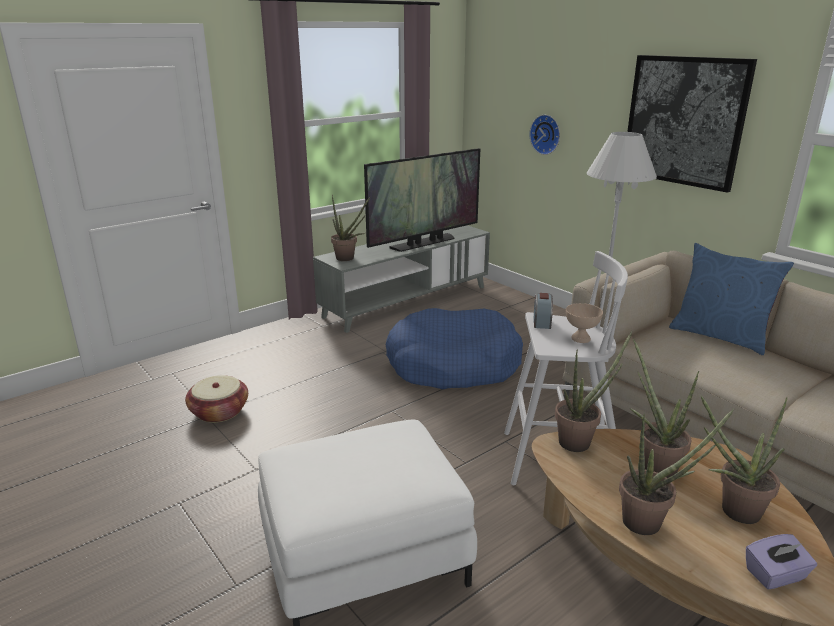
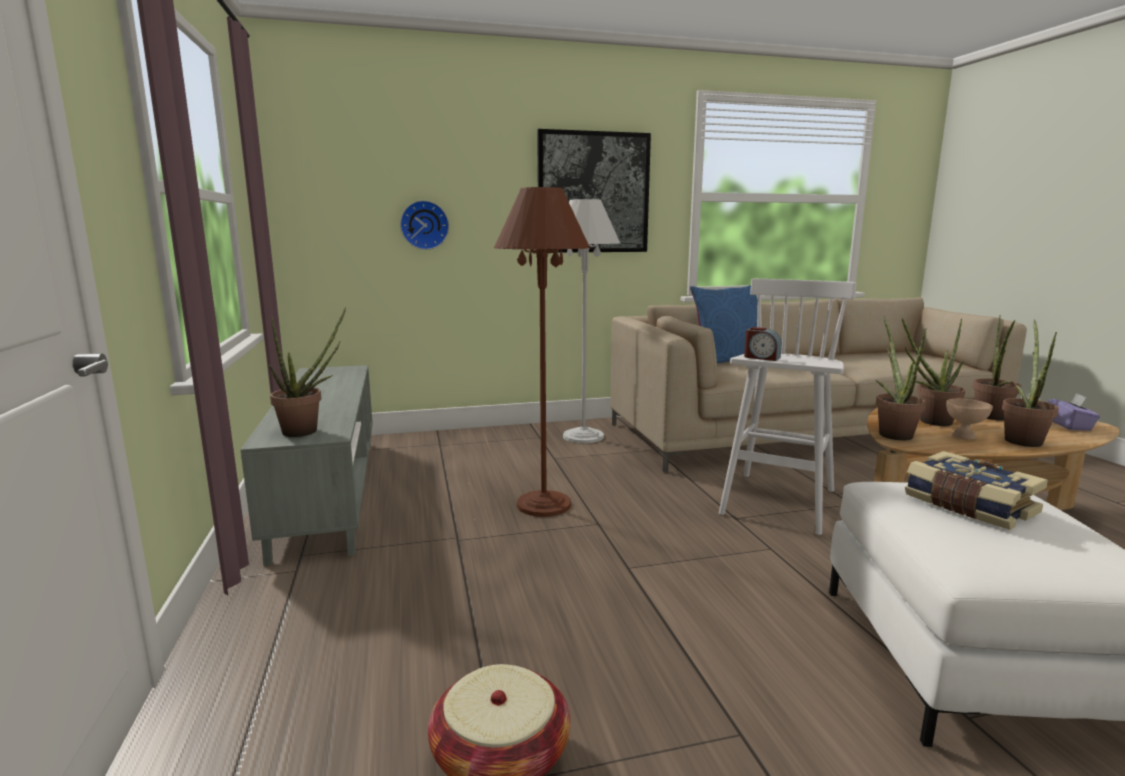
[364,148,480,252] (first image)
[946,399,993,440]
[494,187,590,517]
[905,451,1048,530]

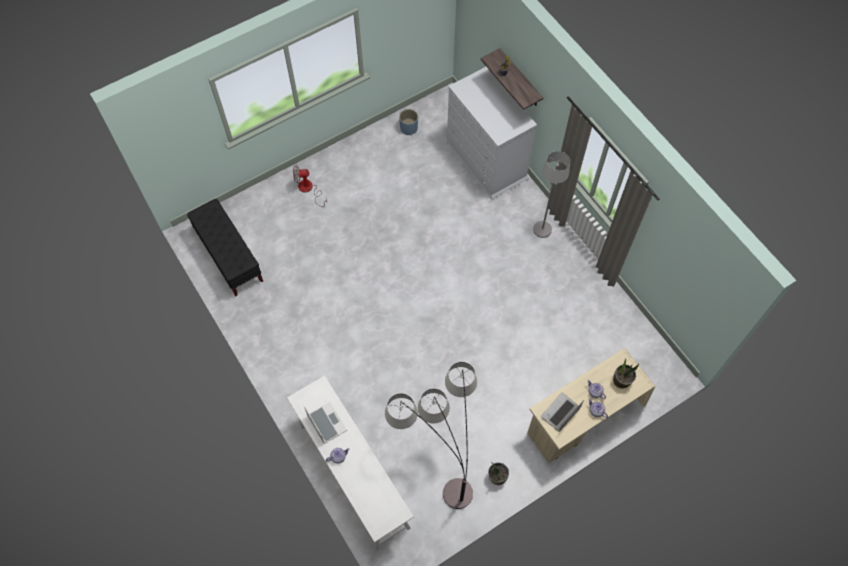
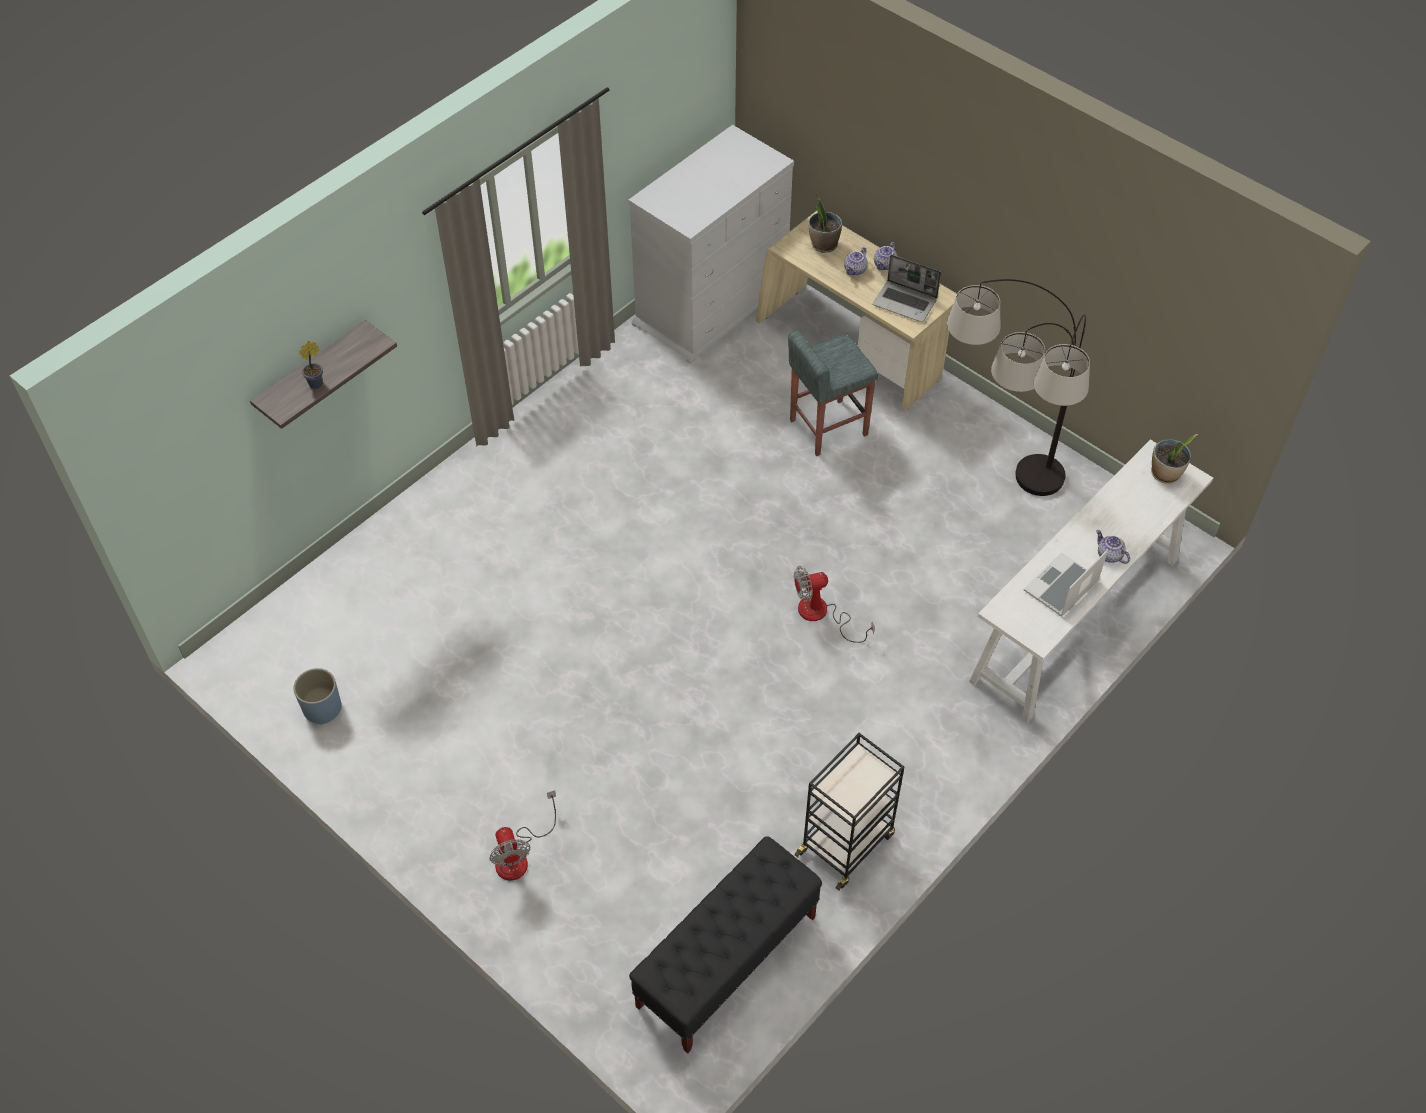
[628,125,794,364]
[533,151,570,238] (first image)
[1151,434,1198,484]
[788,330,878,456]
[794,566,875,643]
[794,733,904,891]

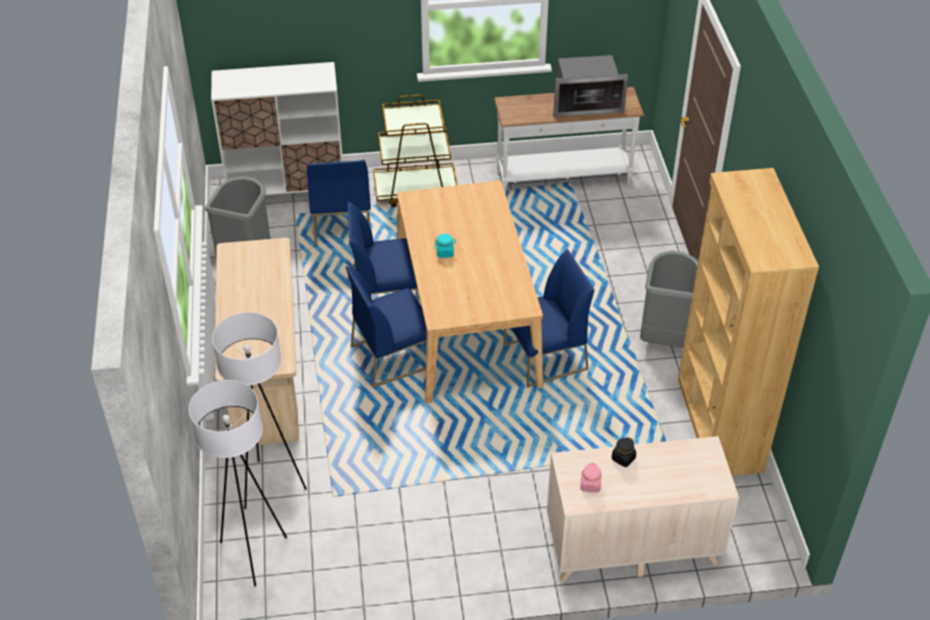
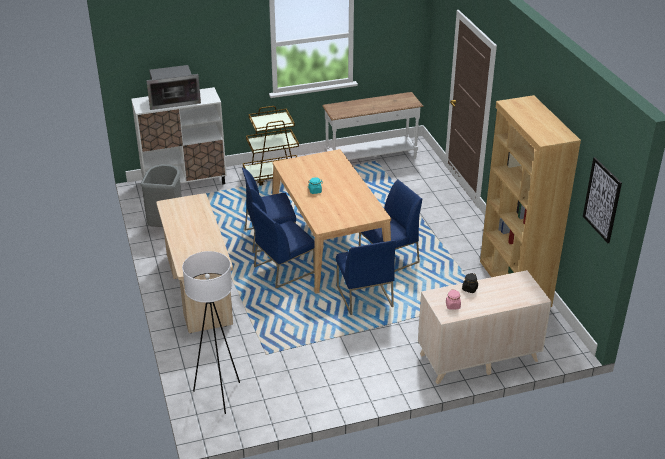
[146,65,201,110]
[336,240,396,315]
[640,251,698,348] (first image)
[212,312,307,509] (first image)
[583,157,622,243]

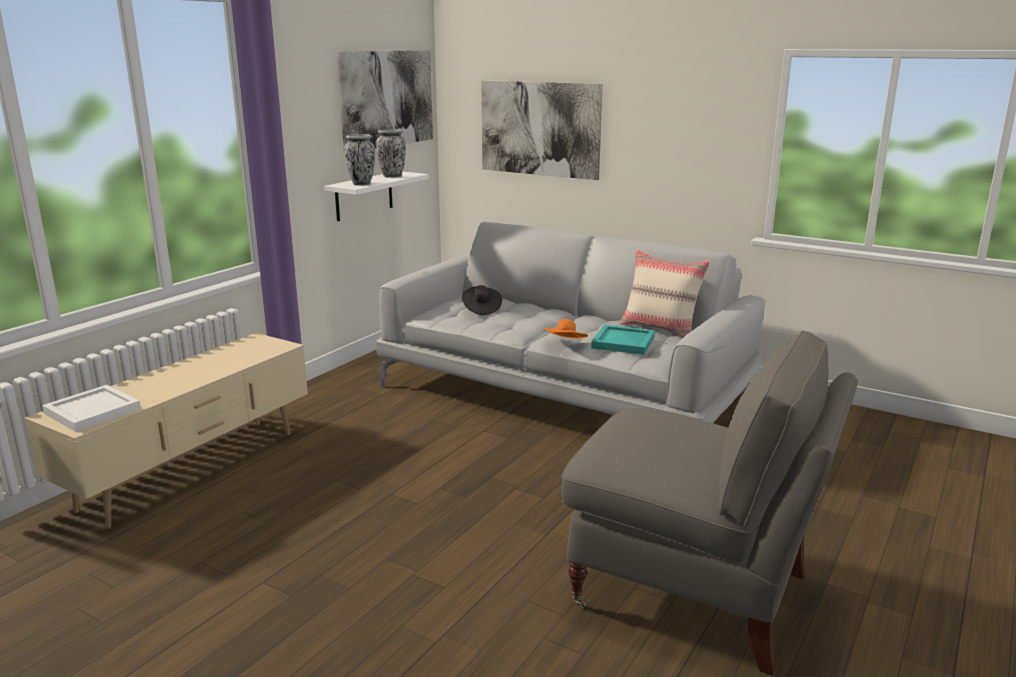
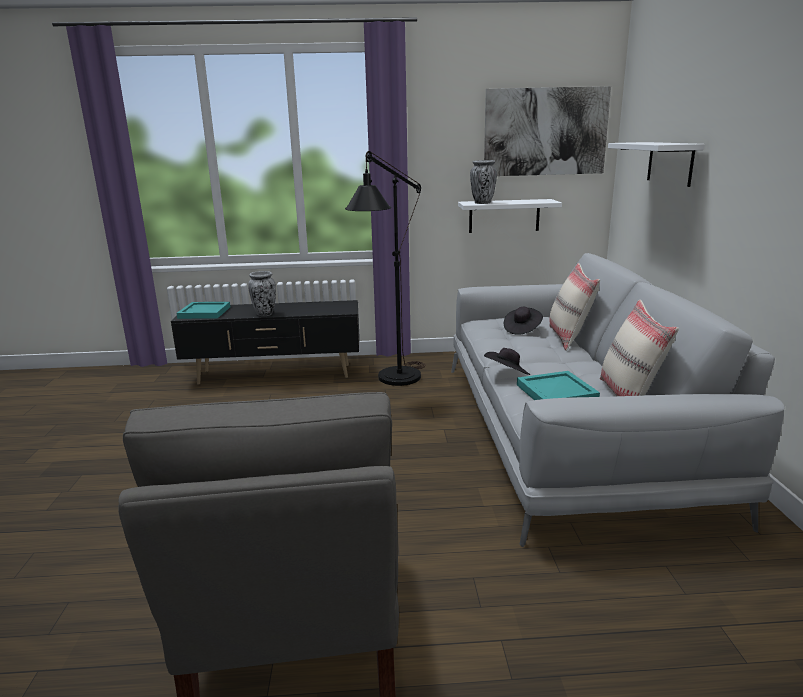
[608,142,704,187]
[248,271,276,316]
[484,348,530,375]
[171,300,359,385]
[177,302,230,319]
[345,151,425,386]
[549,263,600,351]

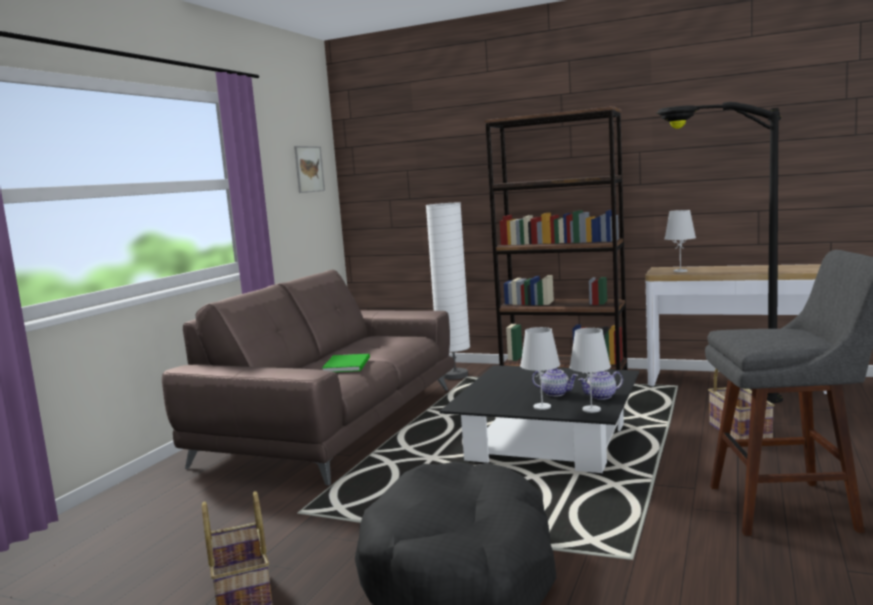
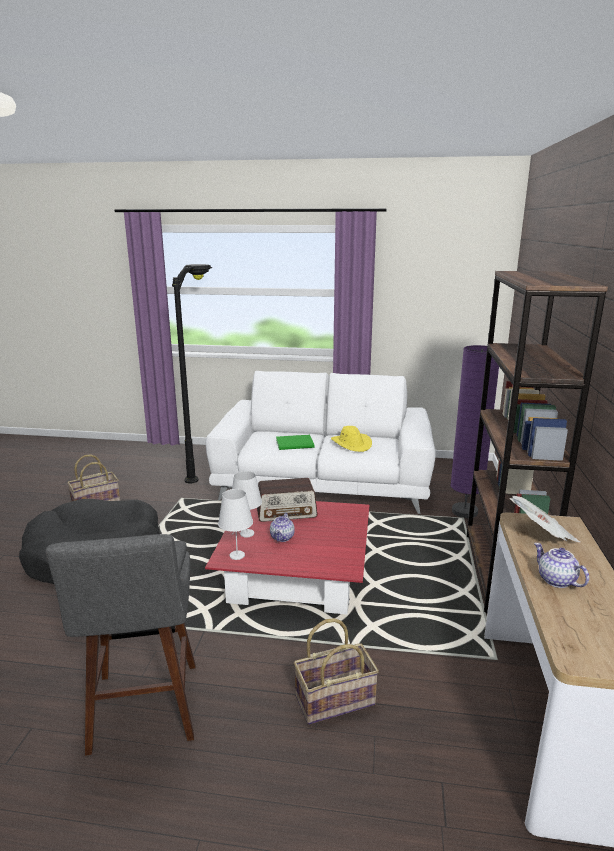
[172,264,212,483]
[294,146,325,193] (first image)
[450,345,499,518]
[509,496,581,542]
[205,371,435,514]
[205,501,369,614]
[534,543,589,588]
[331,426,372,452]
[257,478,317,522]

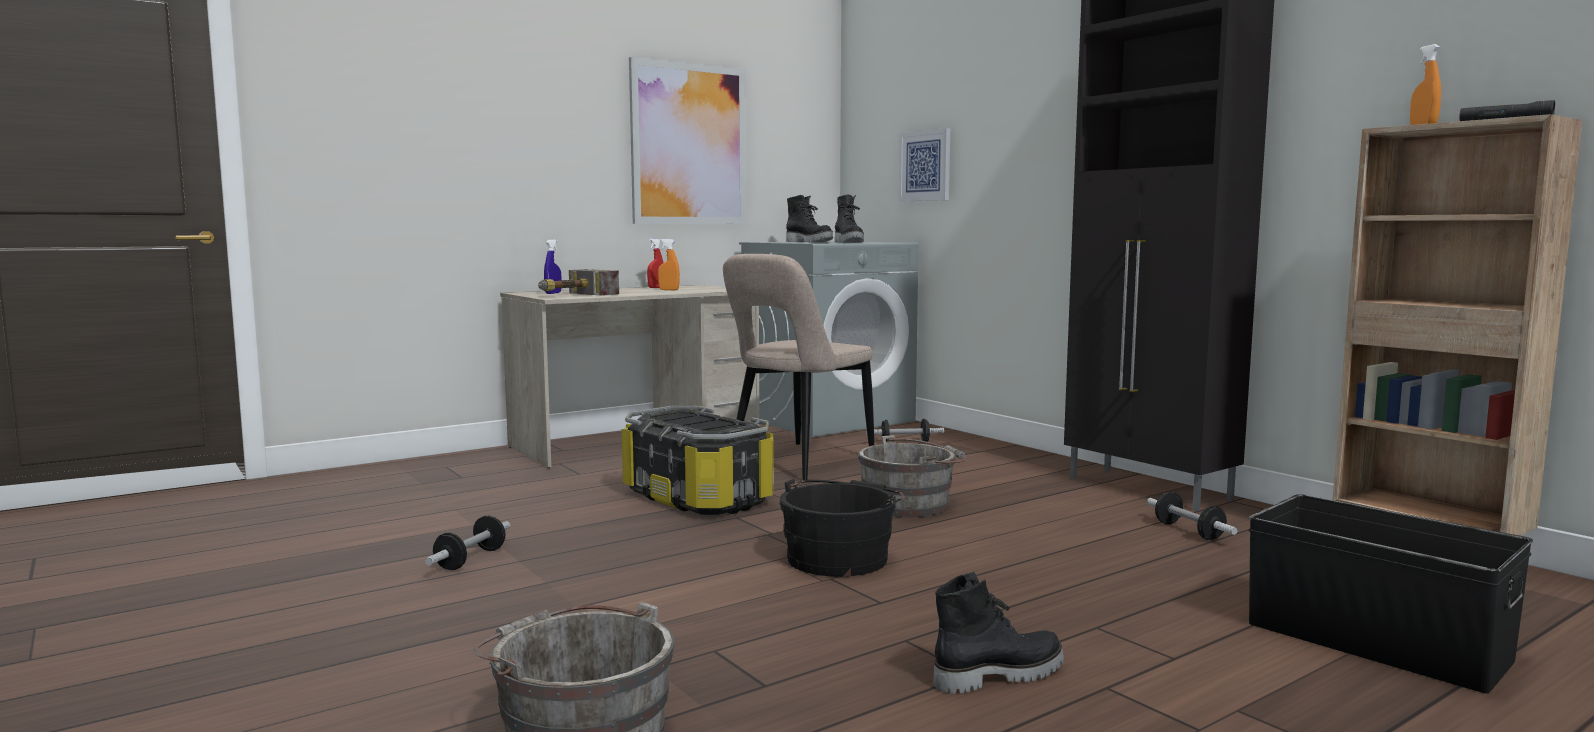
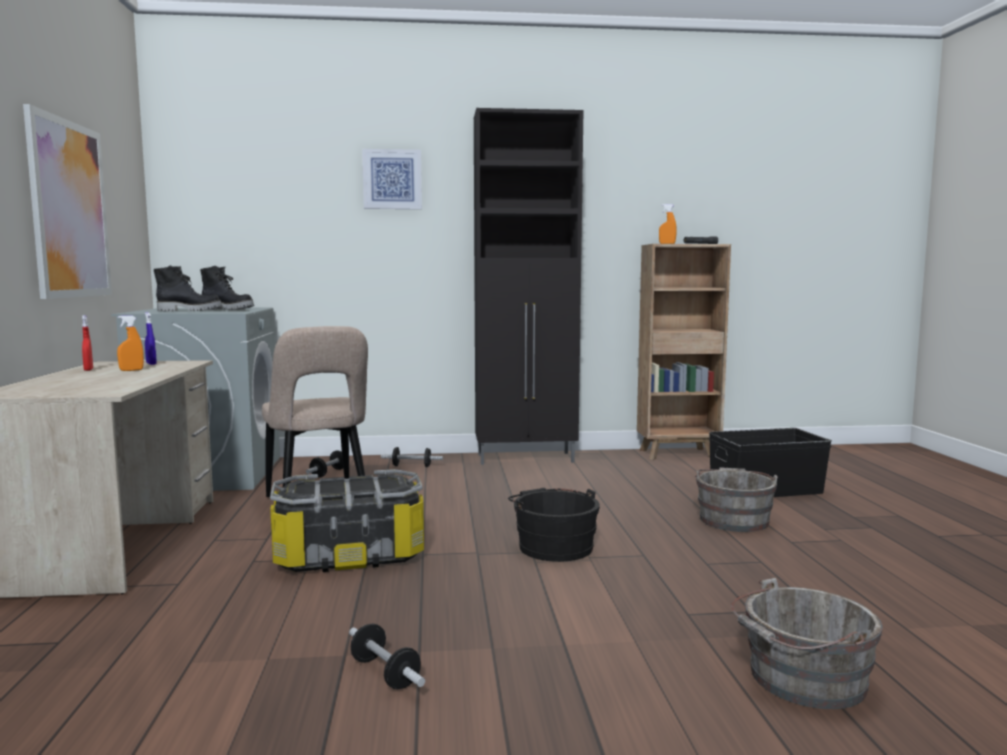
[362,149,422,209]
[145,312,157,365]
[538,269,619,296] (first image)
[695,467,778,532]
[381,447,443,467]
[933,572,1064,694] (first image)

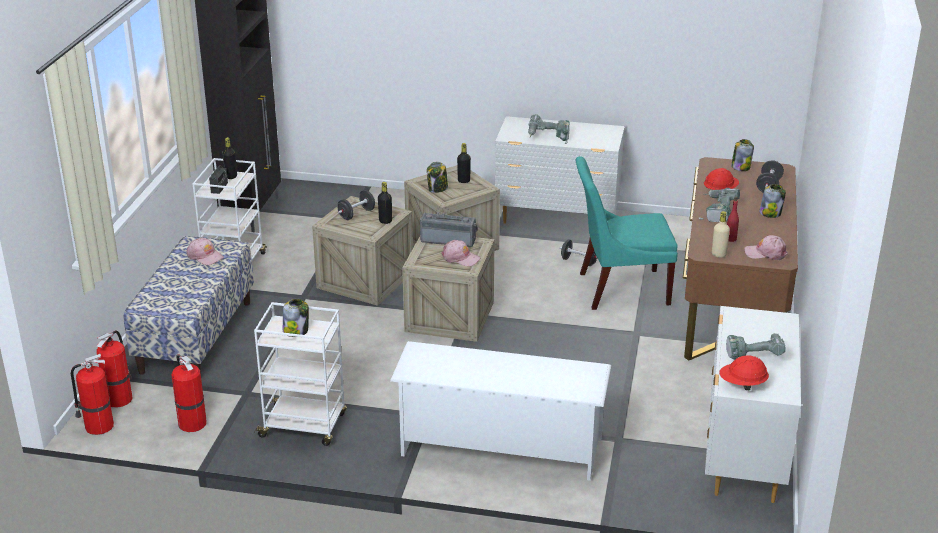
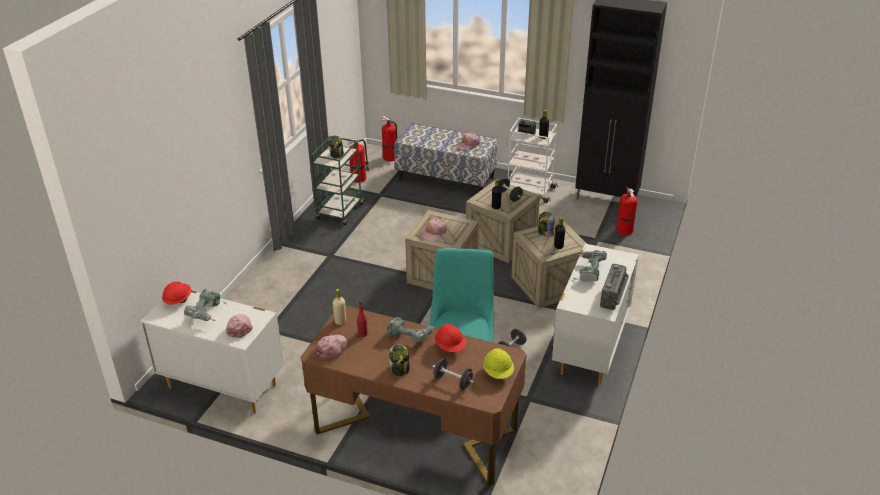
[483,348,514,379]
[600,264,629,310]
[311,136,365,225]
[390,341,611,481] (first image)
[616,187,638,235]
[226,314,253,338]

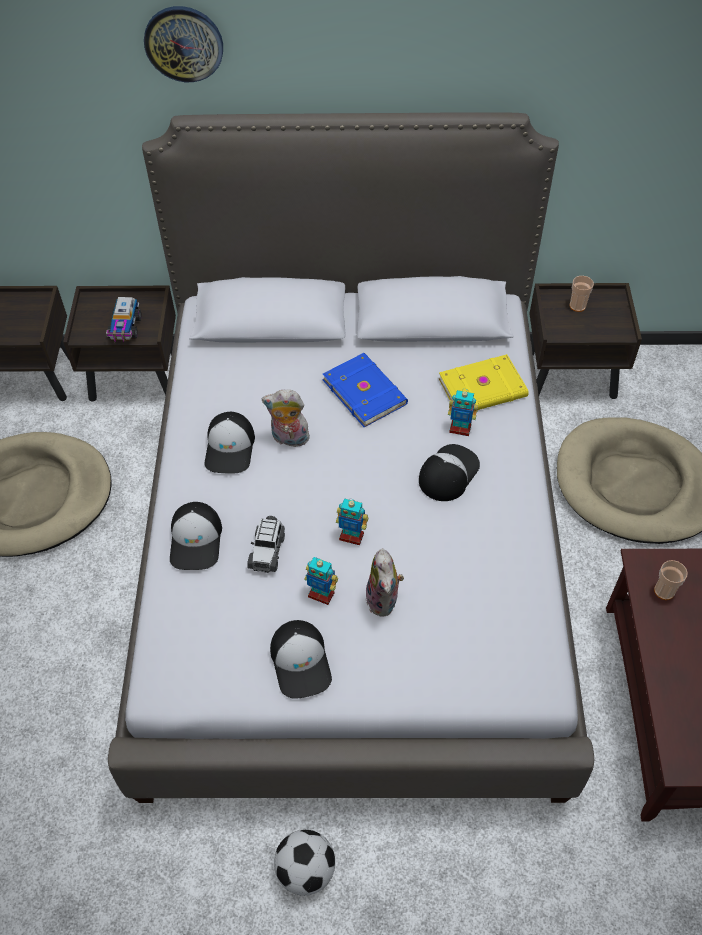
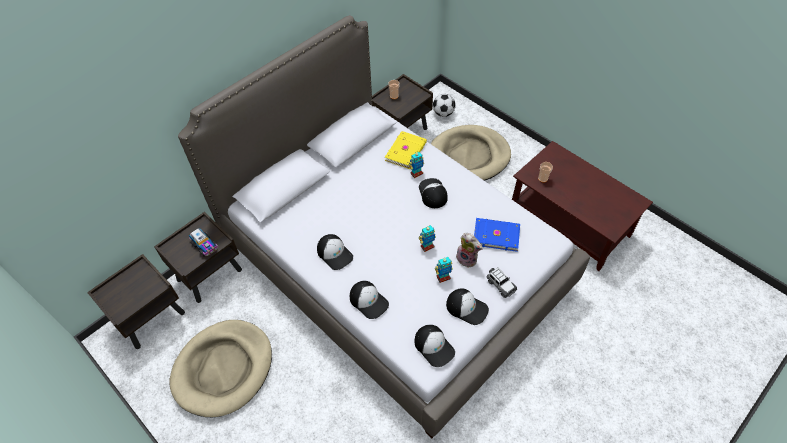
[144,6,223,82] (first image)
[474,218,520,252]
[261,390,310,447] (first image)
[487,267,517,298]
[433,94,456,117]
[414,325,455,367]

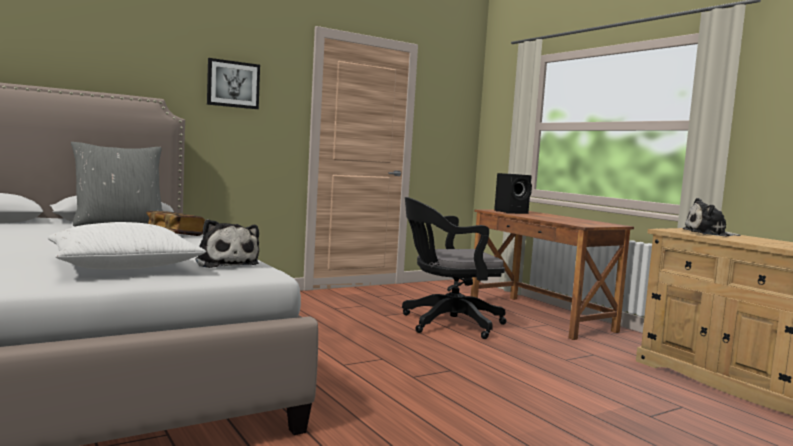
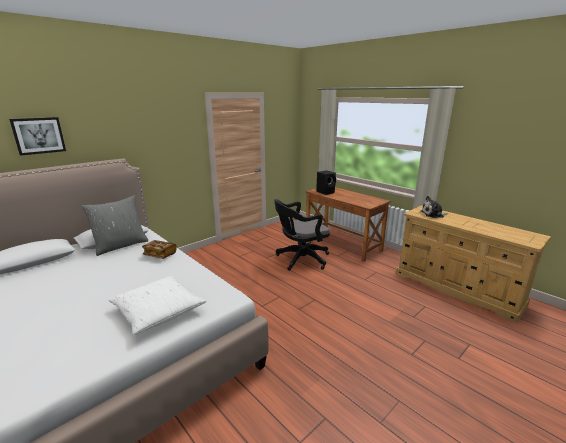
[9,117,66,156]
[195,219,259,268] (first image)

